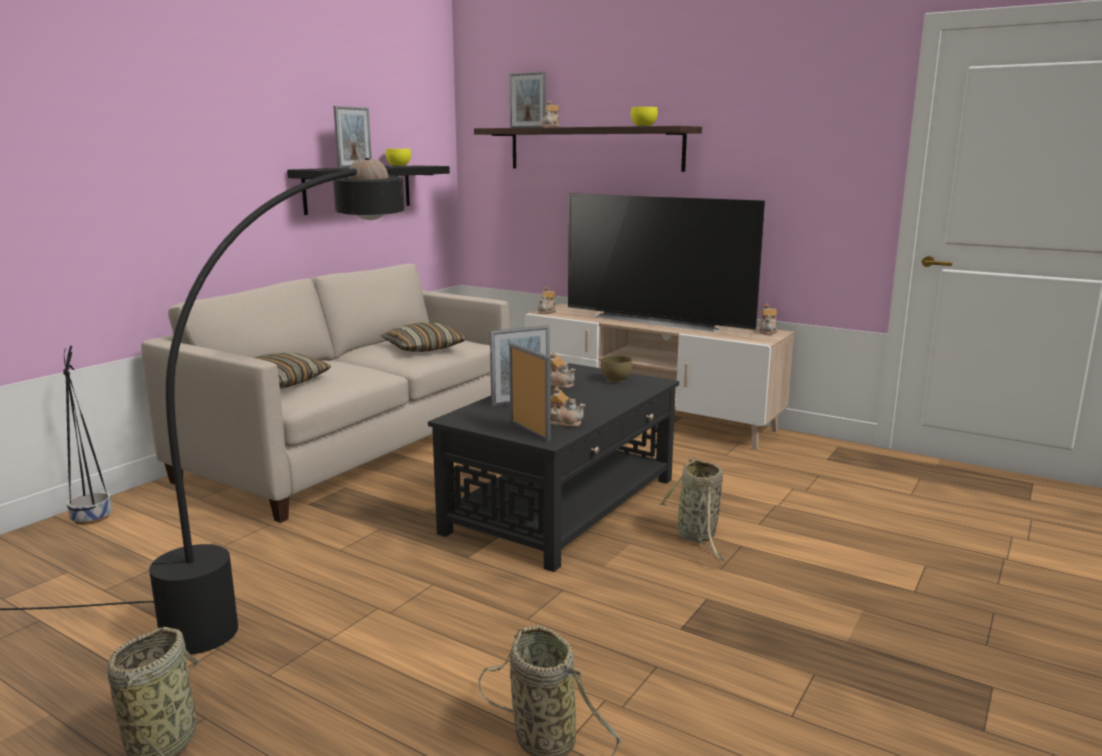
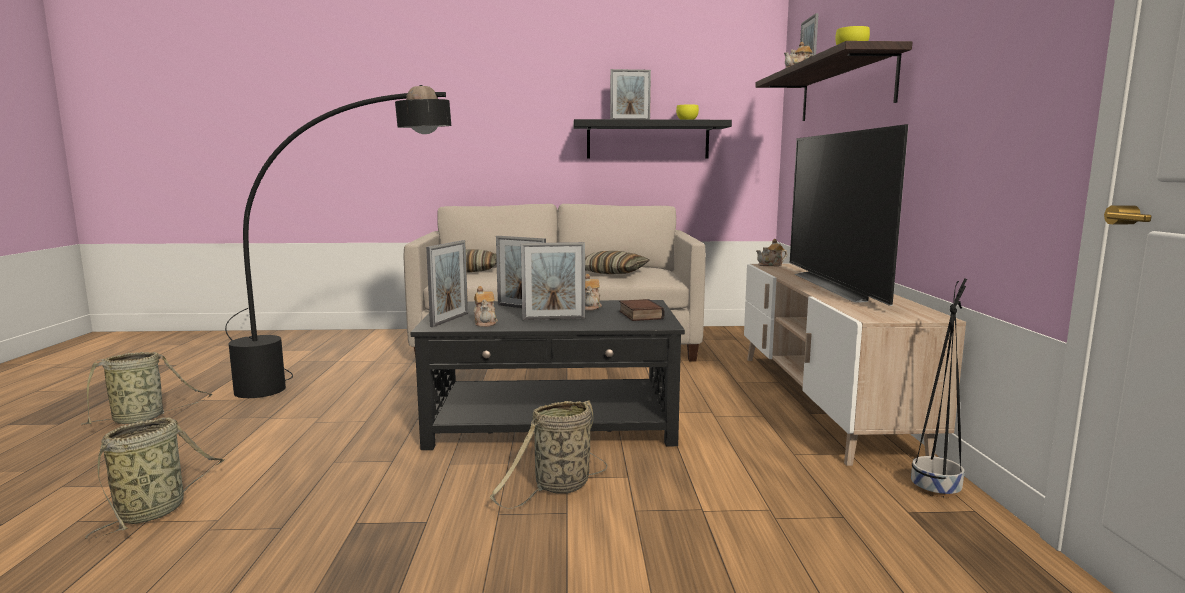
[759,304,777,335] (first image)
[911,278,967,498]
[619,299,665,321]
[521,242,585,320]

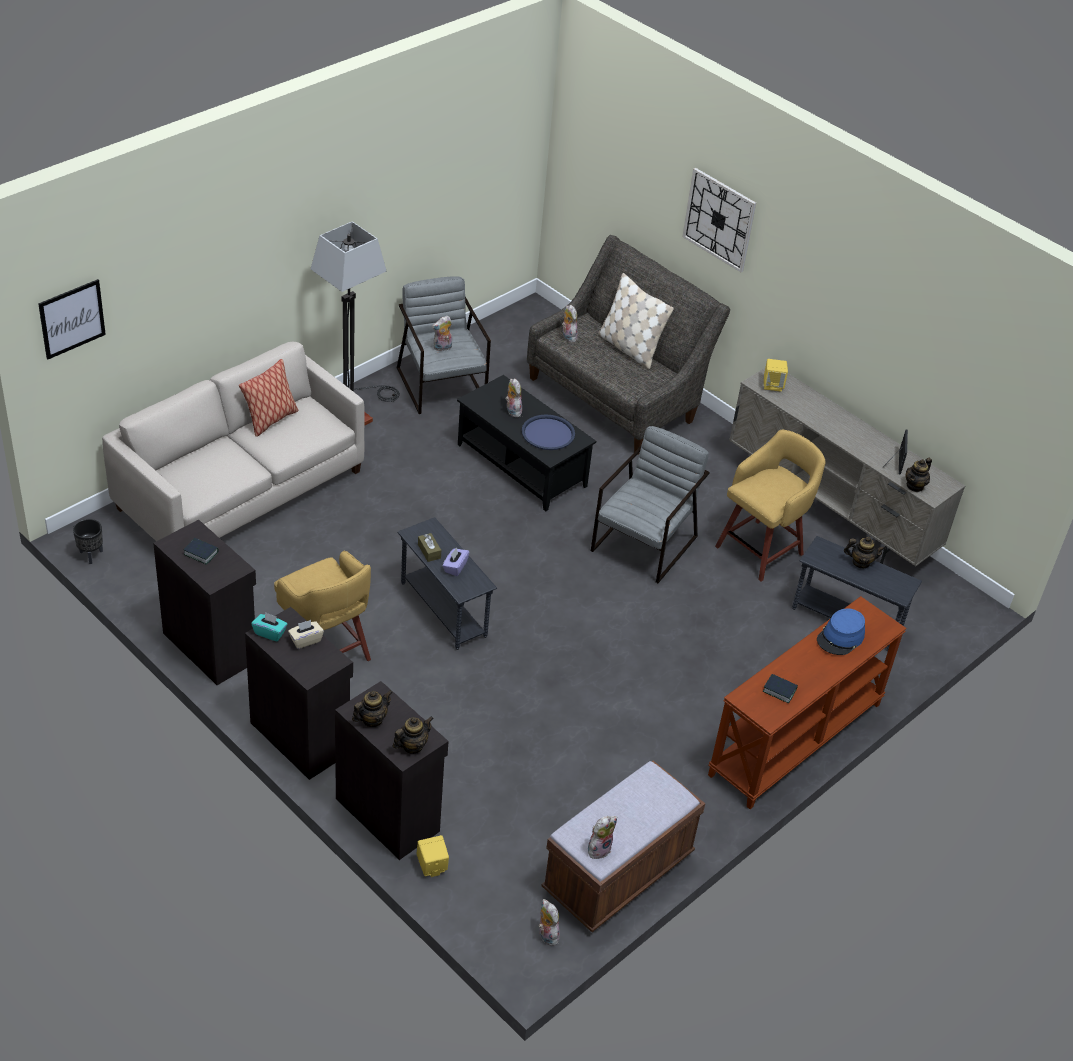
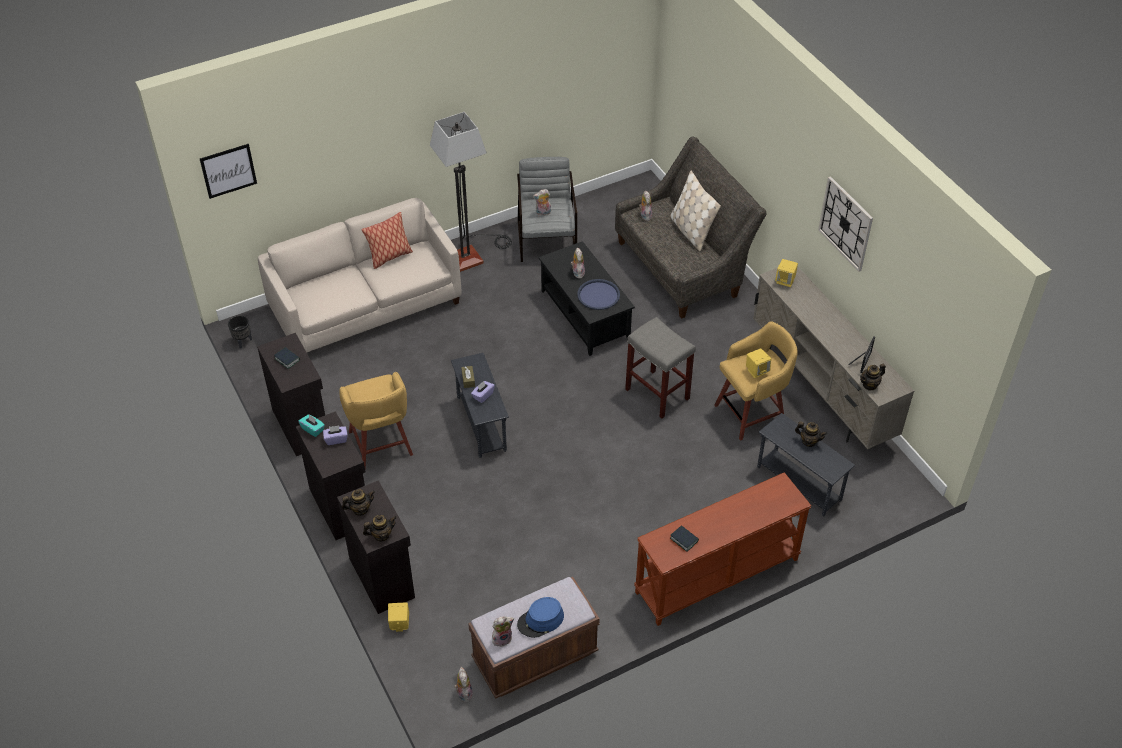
[818,176,873,272]
[625,317,696,419]
[517,597,564,638]
[323,426,348,445]
[746,348,771,378]

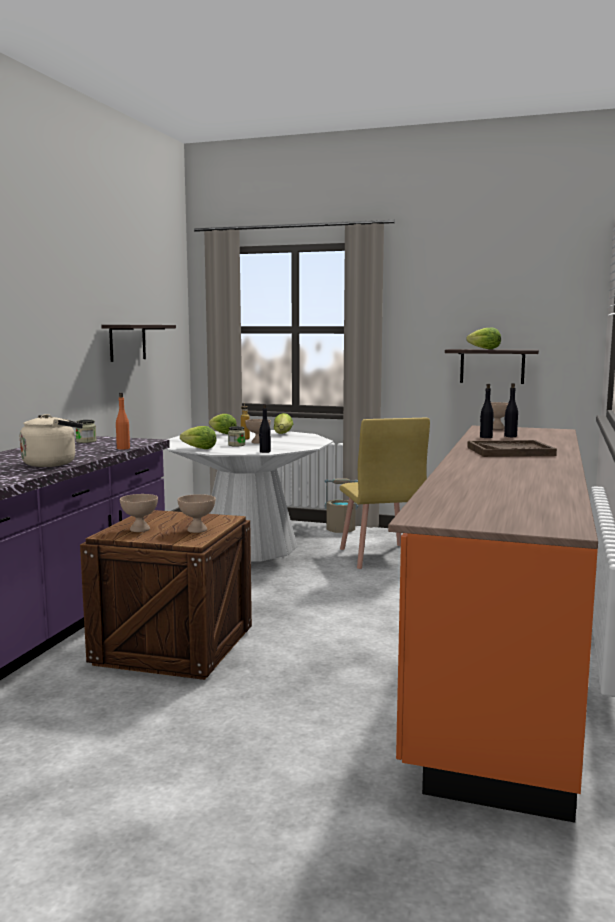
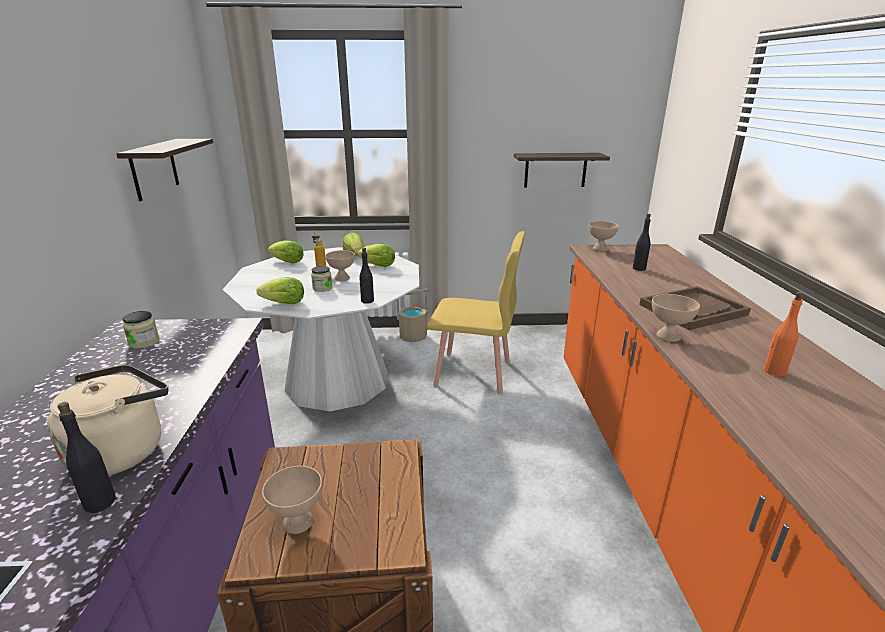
[358,244,395,267]
[58,402,116,513]
[764,292,804,376]
[427,231,525,395]
[652,294,700,342]

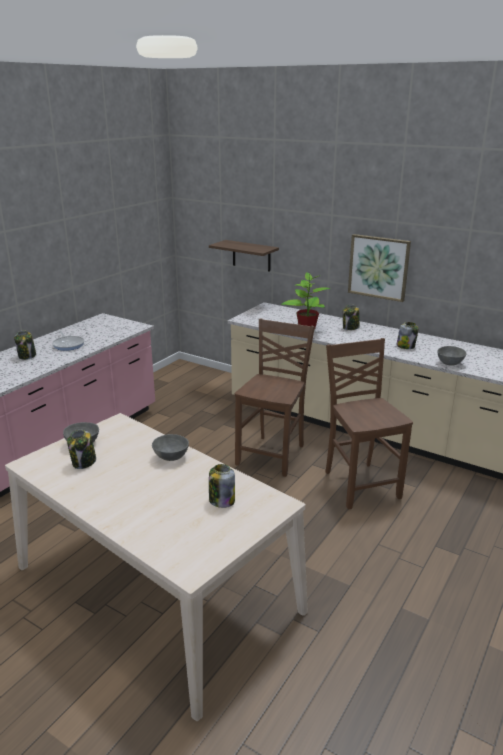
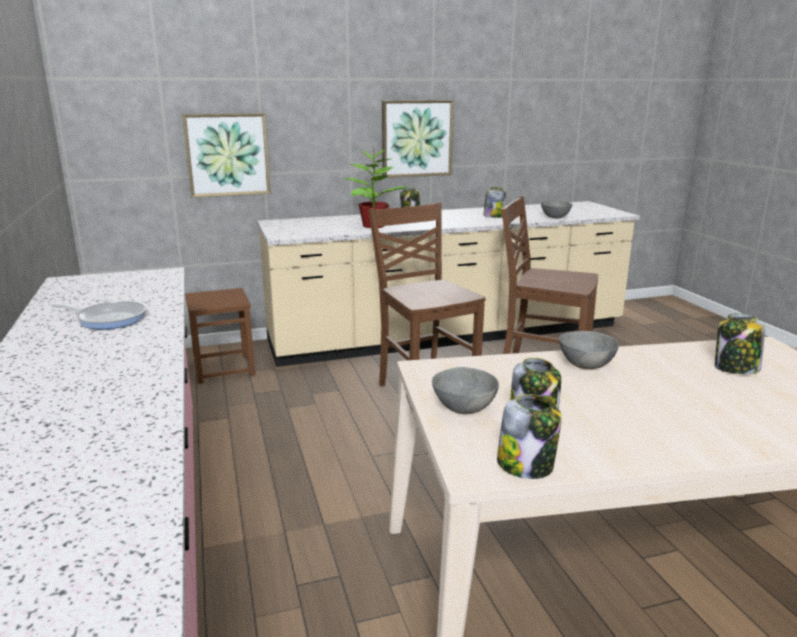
[182,113,271,197]
[497,394,562,479]
[185,288,255,384]

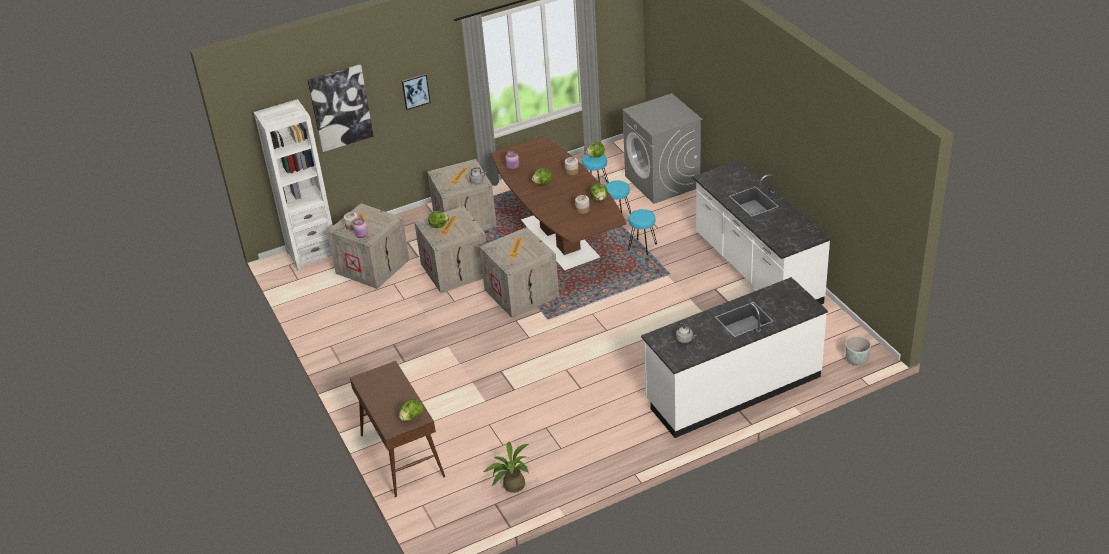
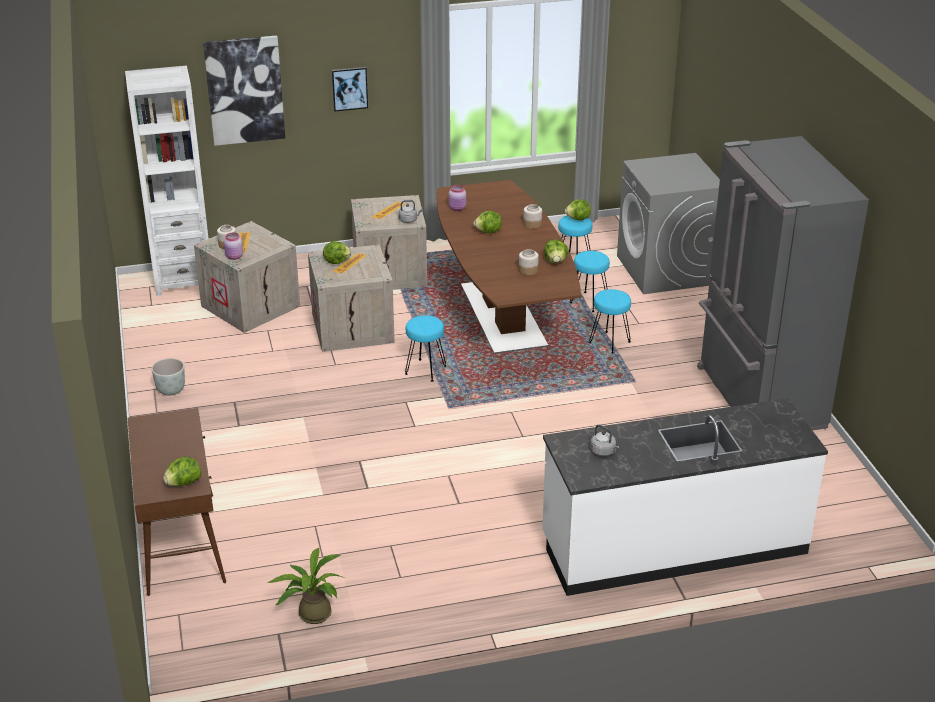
[697,136,869,431]
[405,315,446,382]
[151,358,185,395]

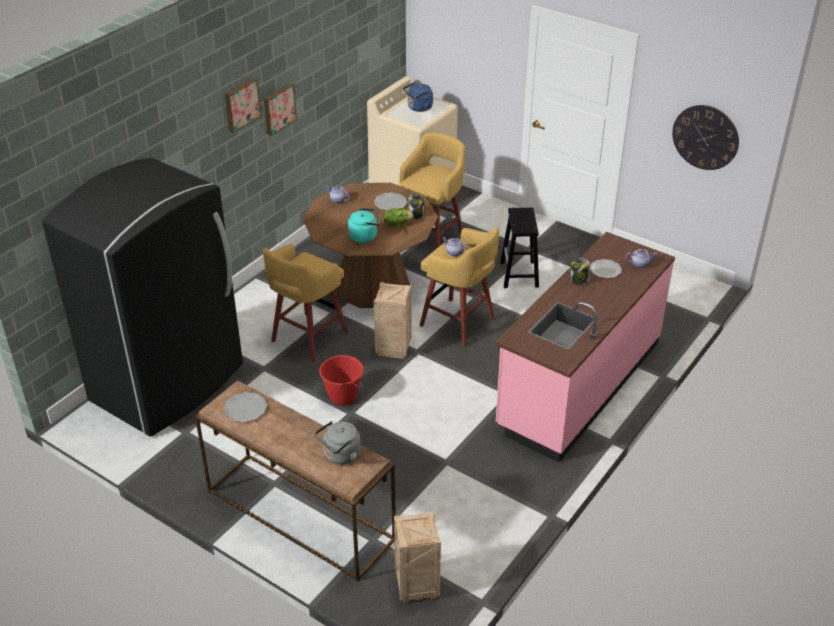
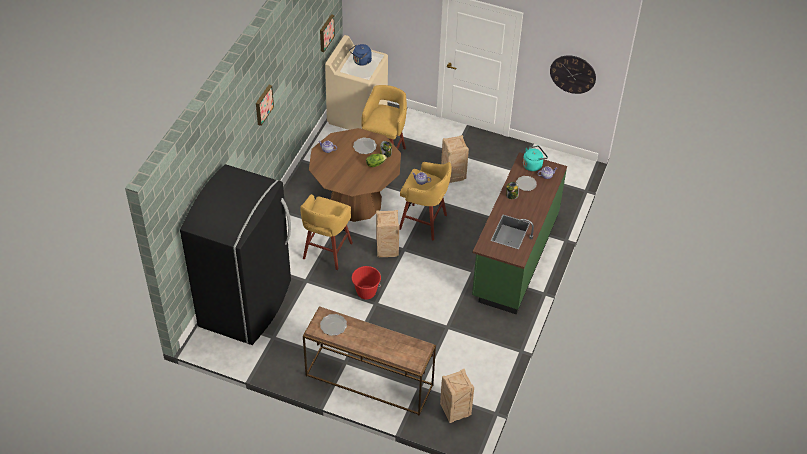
[320,14,335,52]
[523,146,548,171]
[441,135,469,183]
[472,152,567,315]
[315,421,361,464] (first image)

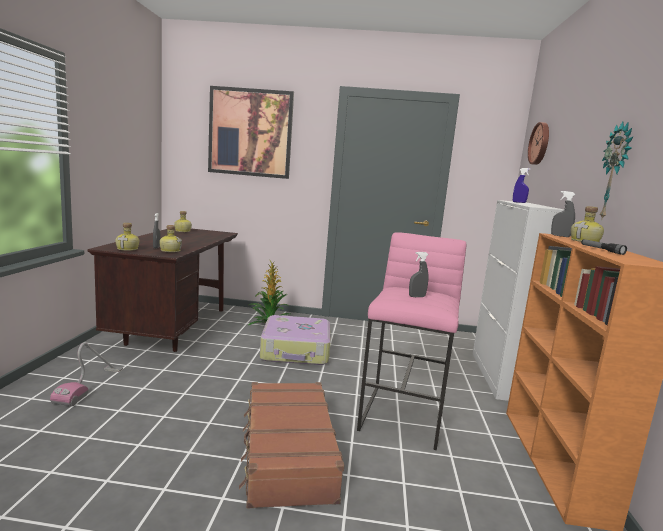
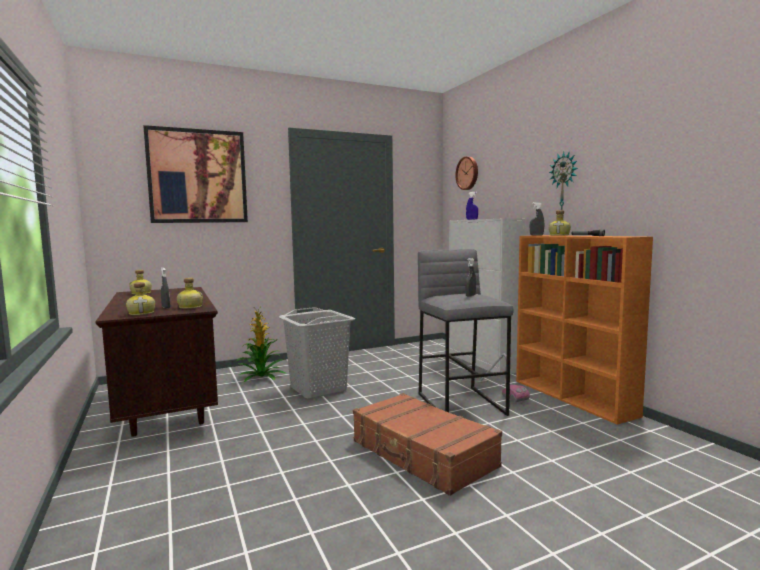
[418,249,514,416]
[279,307,355,399]
[474,354,530,403]

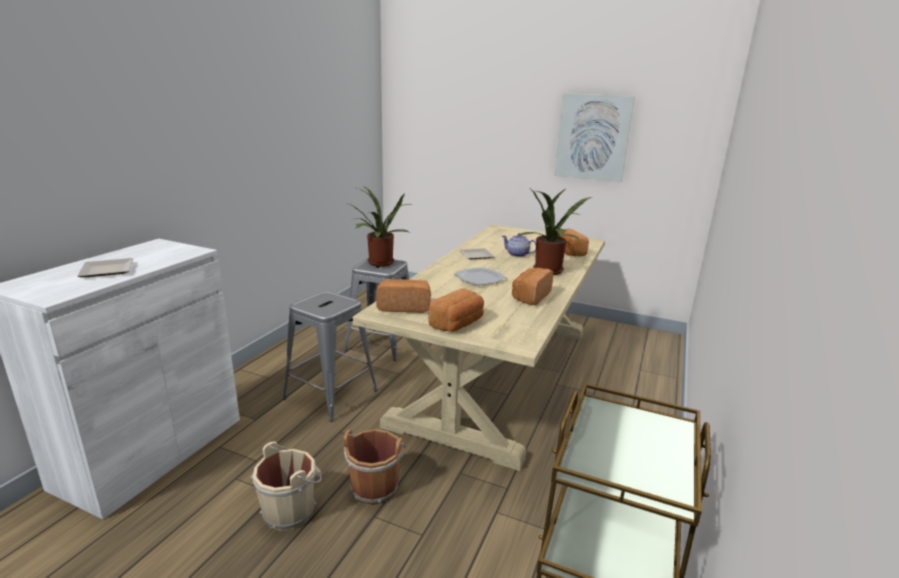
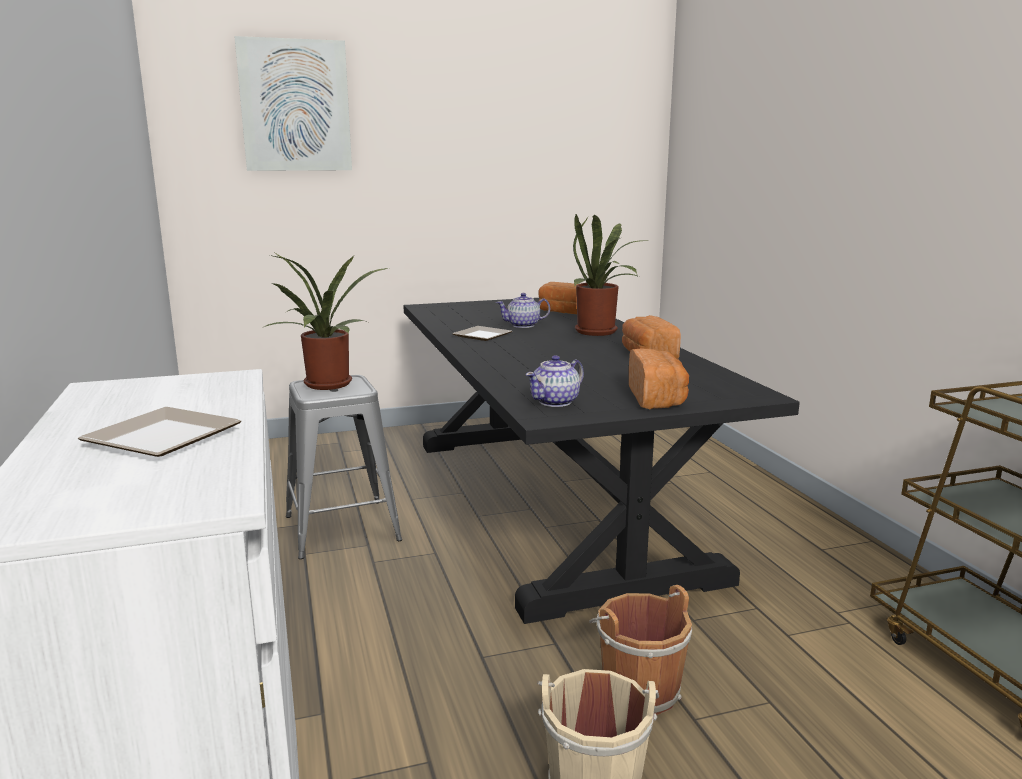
[234,36,352,171]
[403,298,800,624]
[454,267,506,285] (first image)
[526,355,584,407]
[283,291,377,422] (first image)

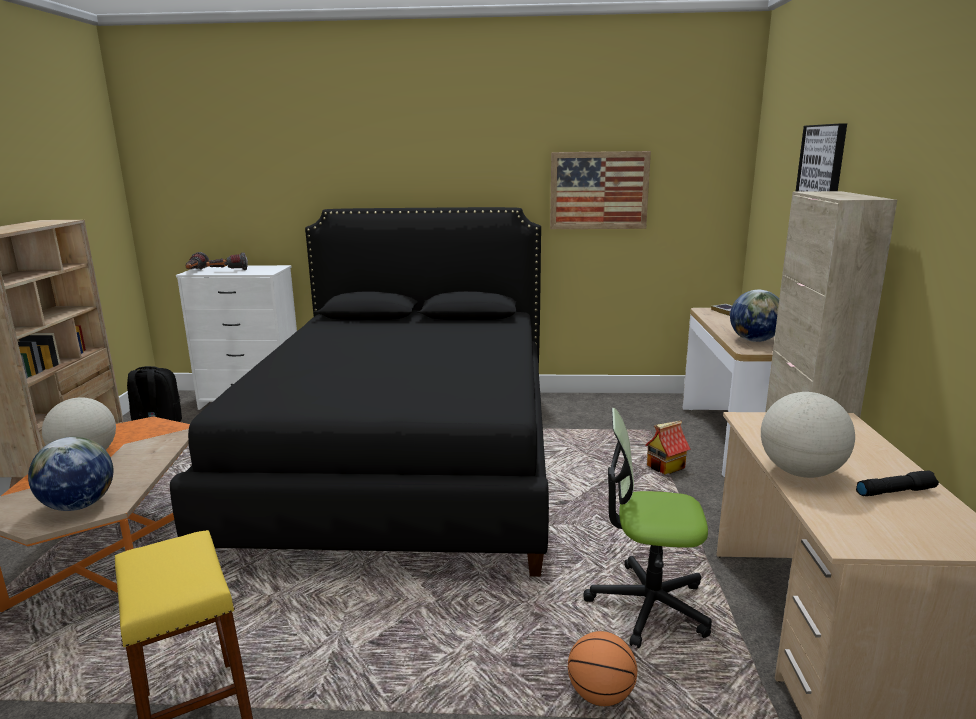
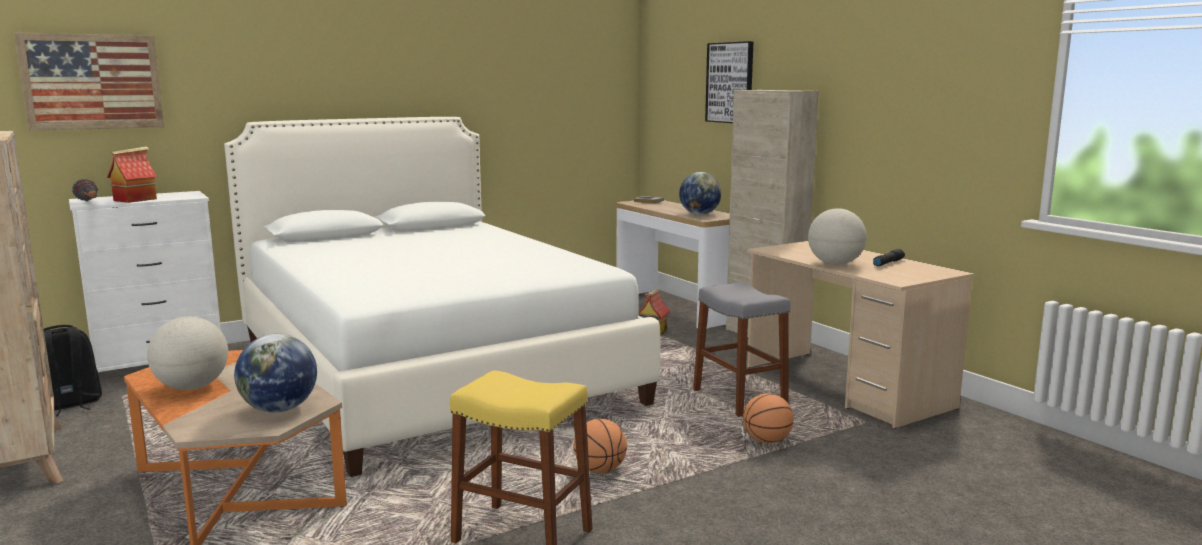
[14,32,164,131]
[224,117,660,477]
[107,146,157,203]
[693,282,790,417]
[573,419,627,473]

